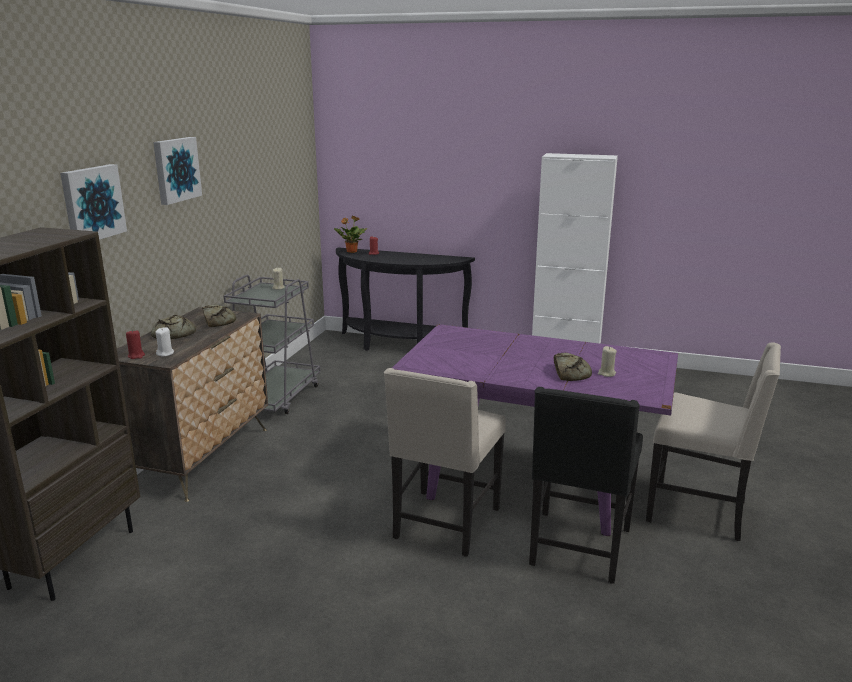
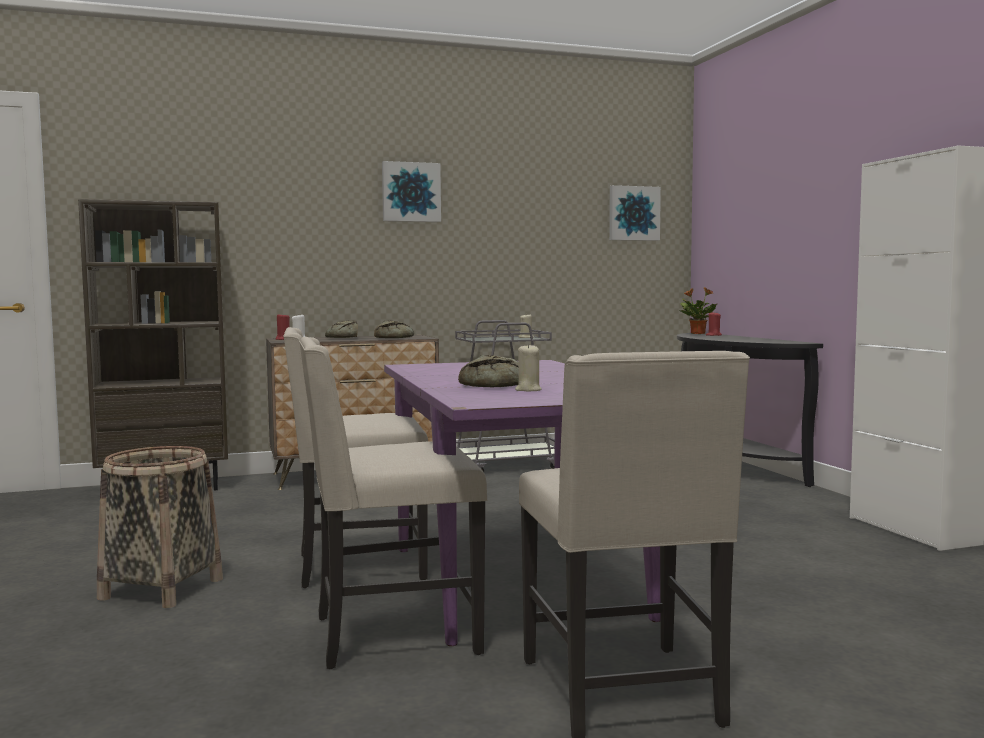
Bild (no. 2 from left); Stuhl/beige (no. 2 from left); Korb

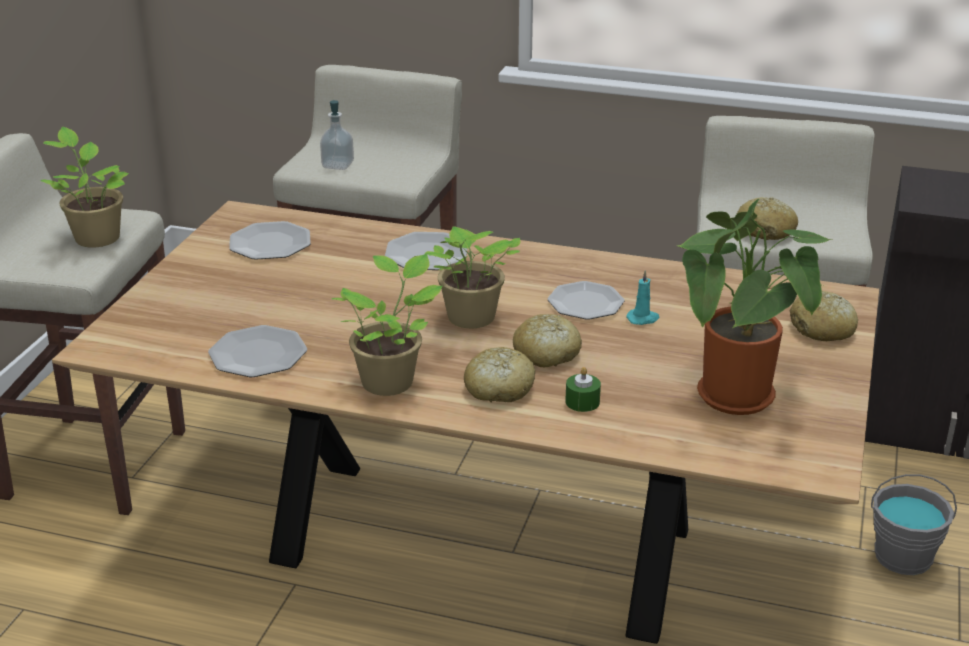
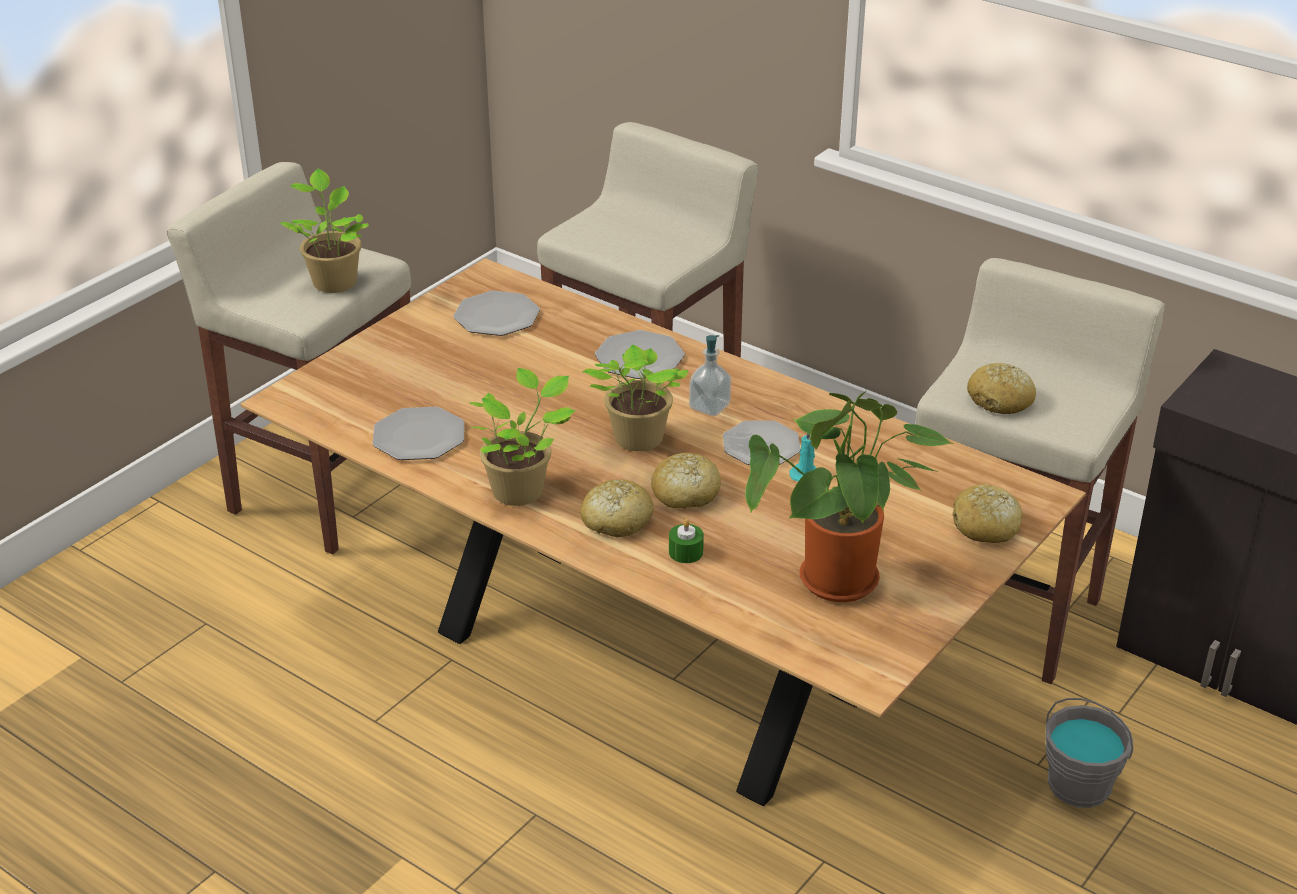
Seifenspender

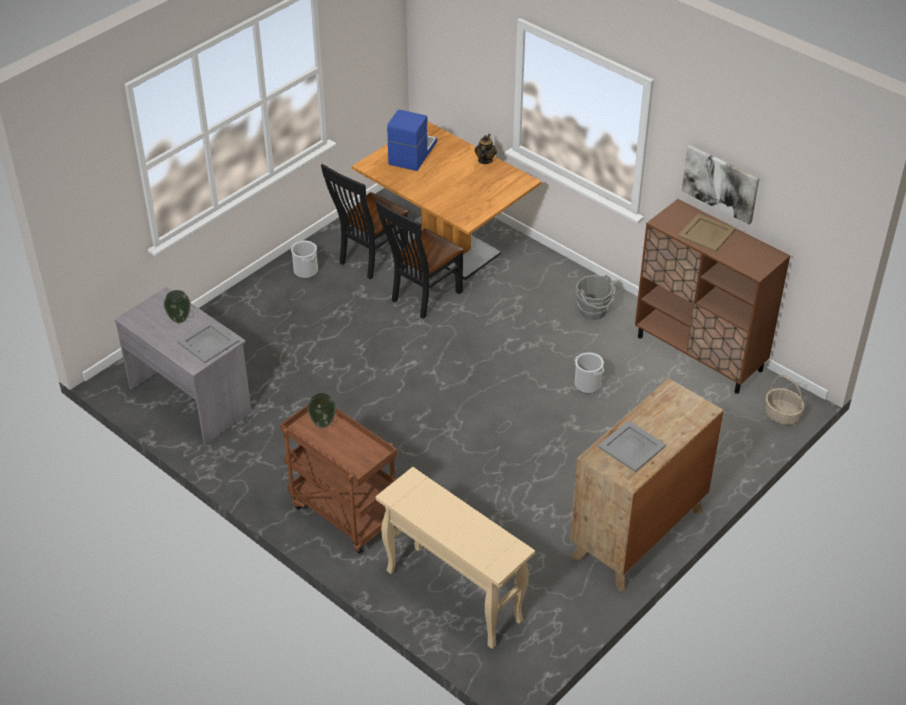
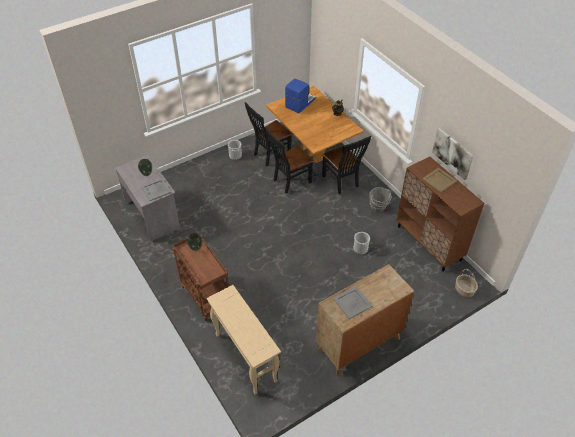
Stuhl/schwarz (no. 3 from left)

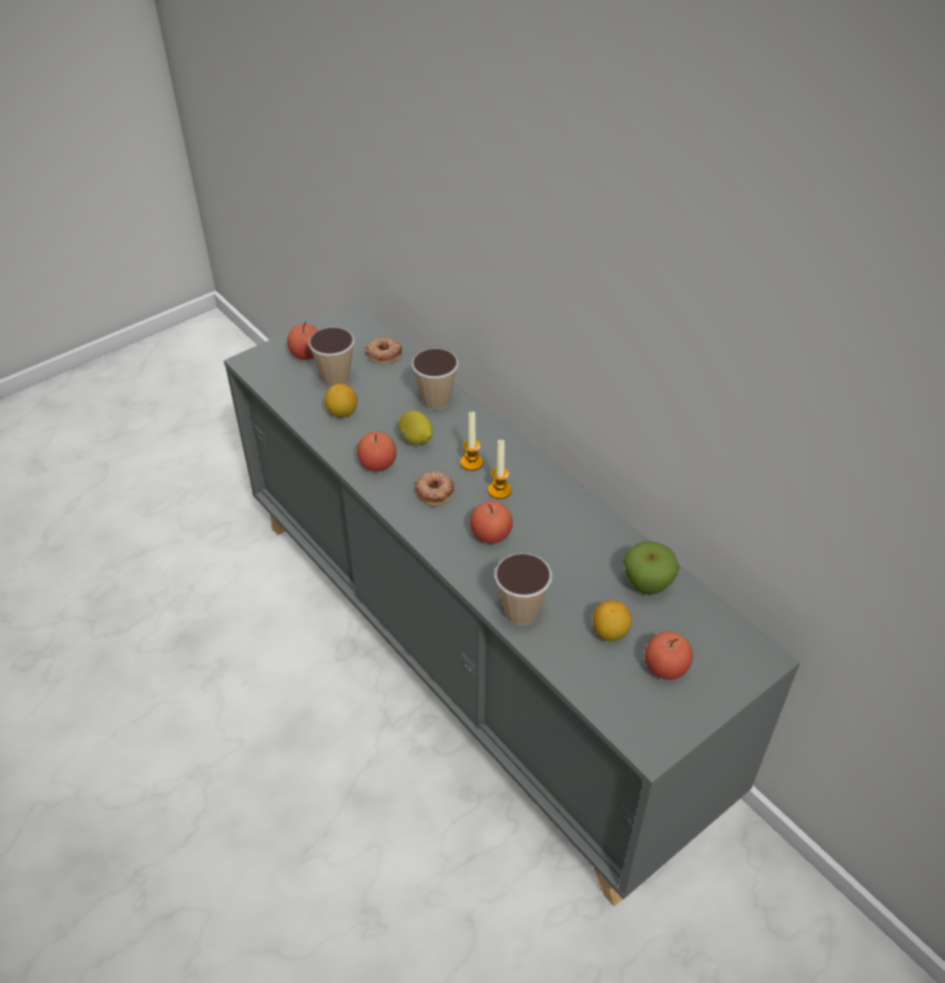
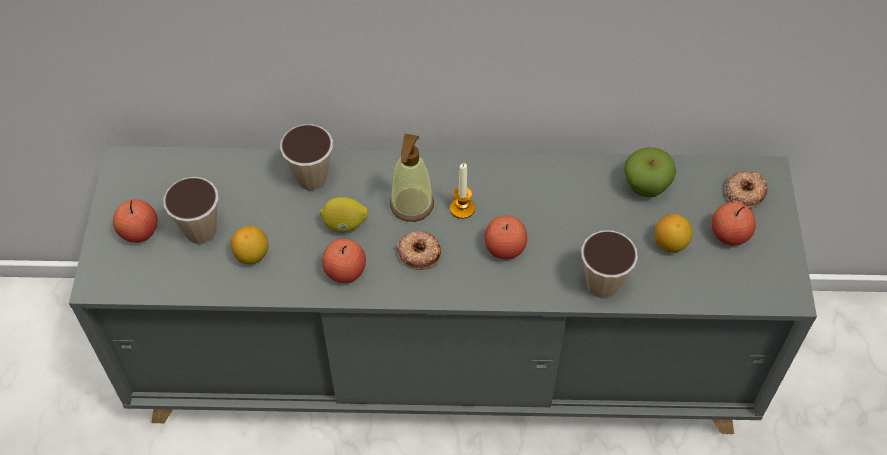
Donut (no. 2 from left); Seifenspender

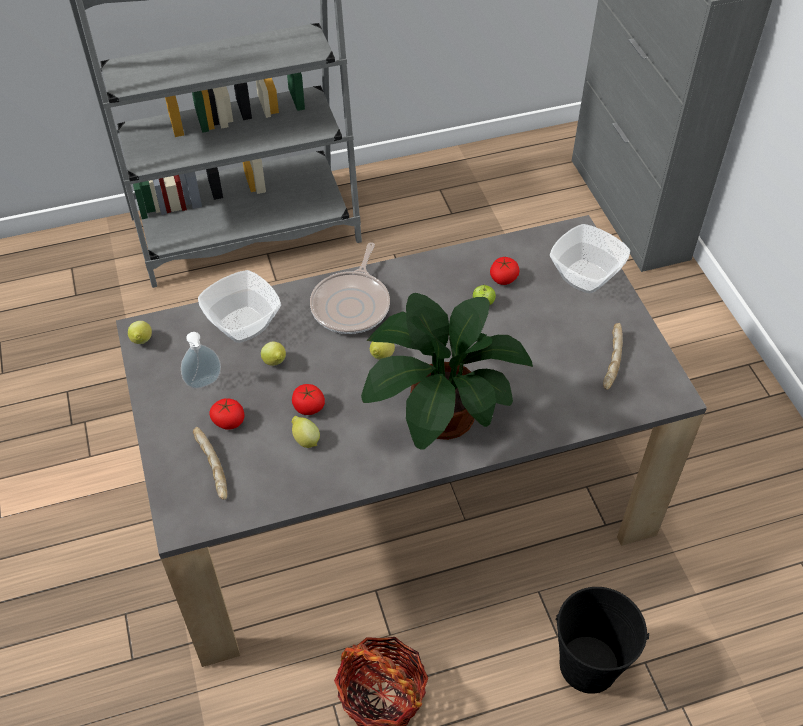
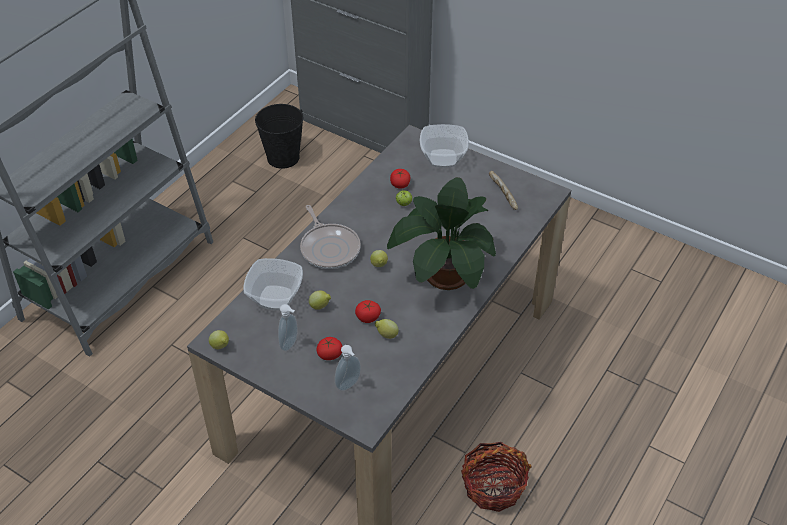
Seifenspender (no. 2 from left); Eimer/schwarz

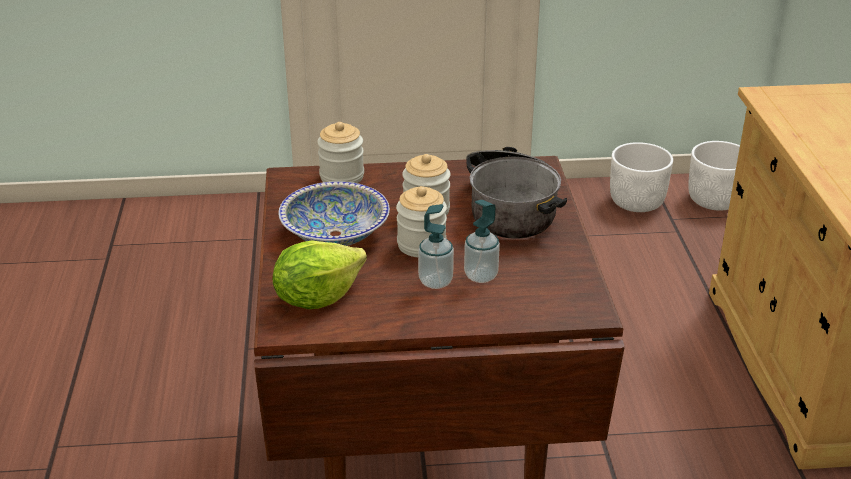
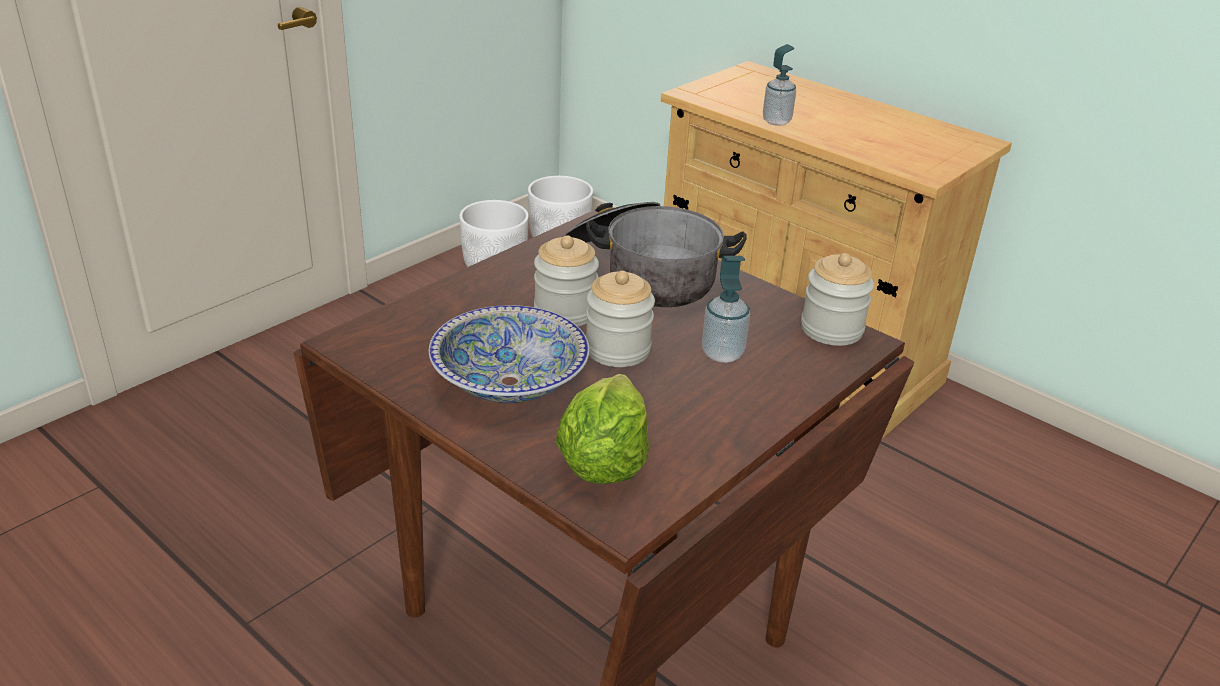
Vorratsglas (no. 3 from left); Seifenspender (no. 2 from left)

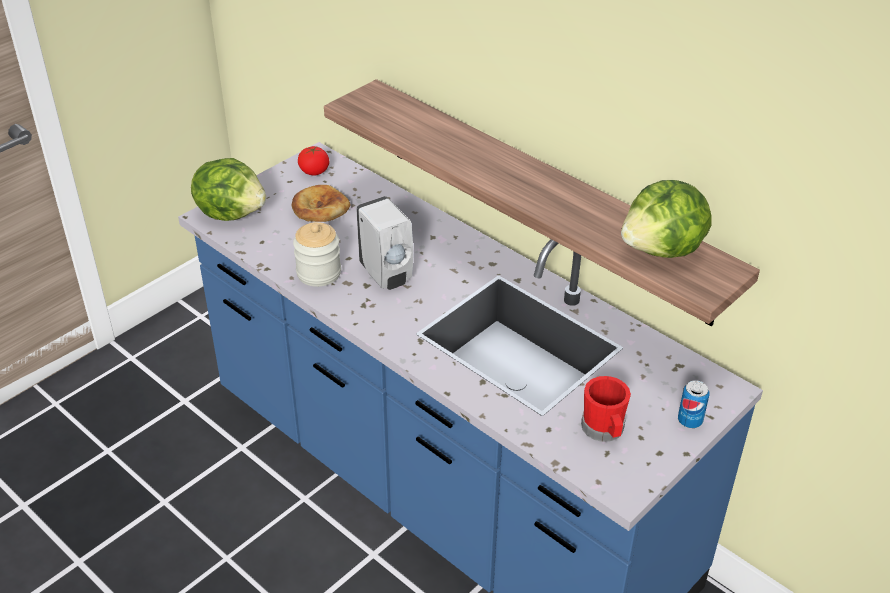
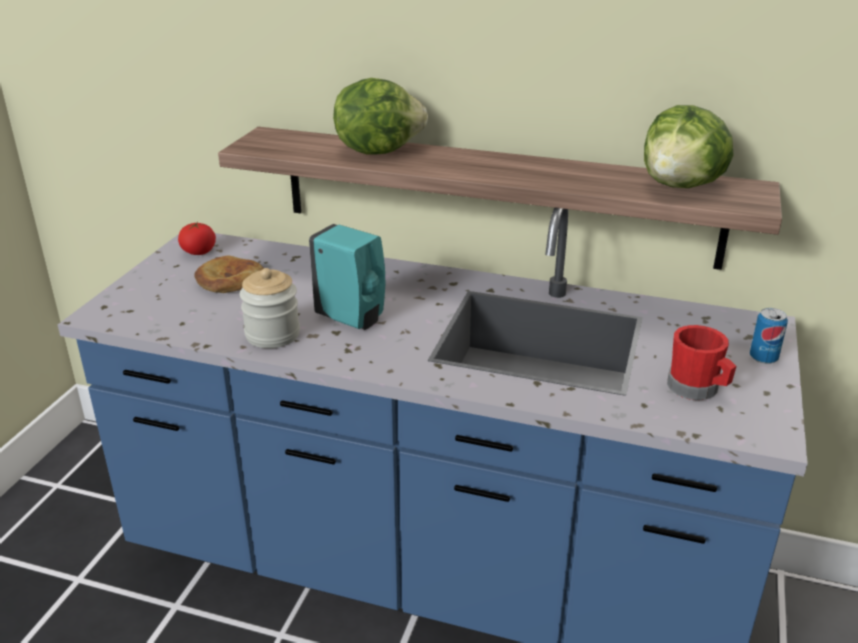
Salatkopf (no. 1 from left); Seifenspender/türkis

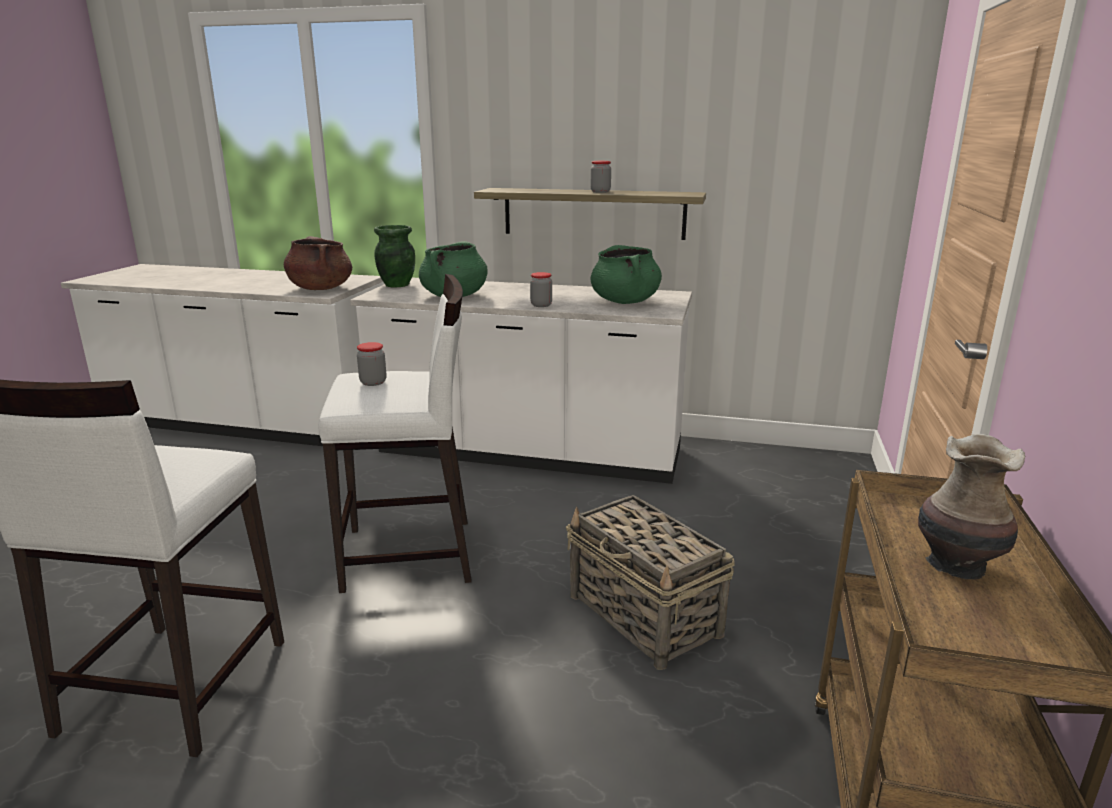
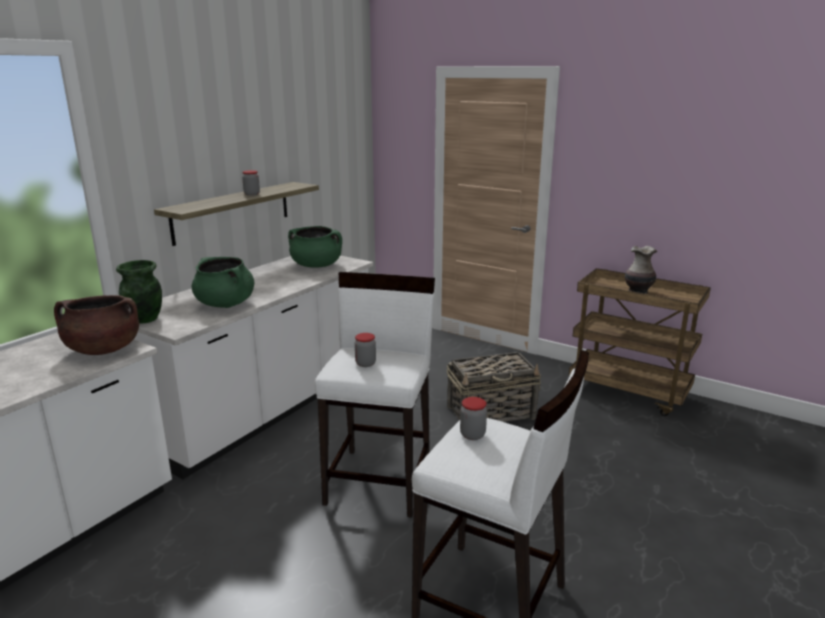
Vorratsglas (no. 3 from left)

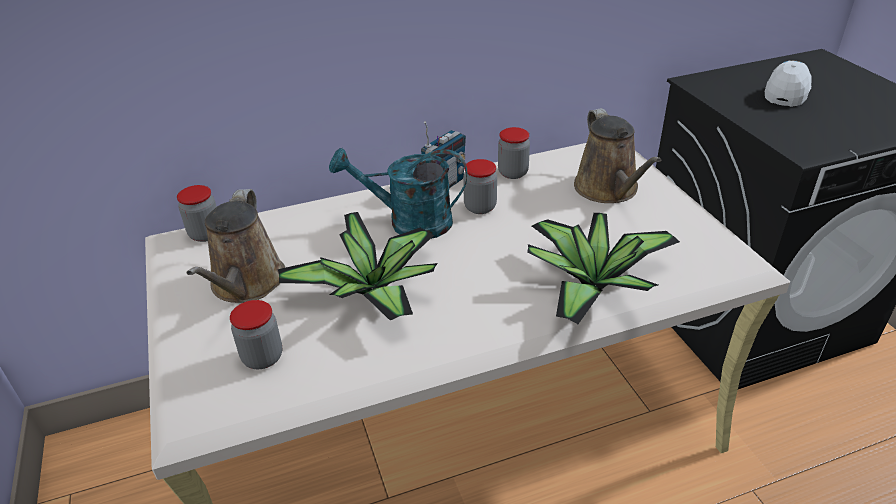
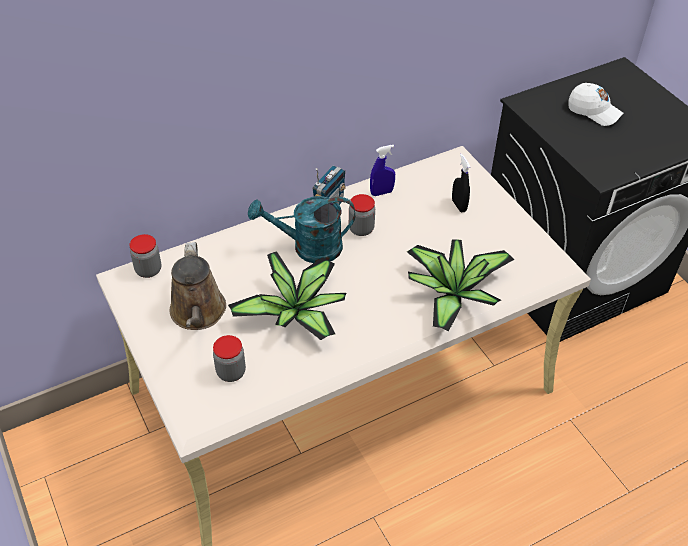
Sprühflasche/blau; Sprühflasche/schwarz; Kappe/weiß

